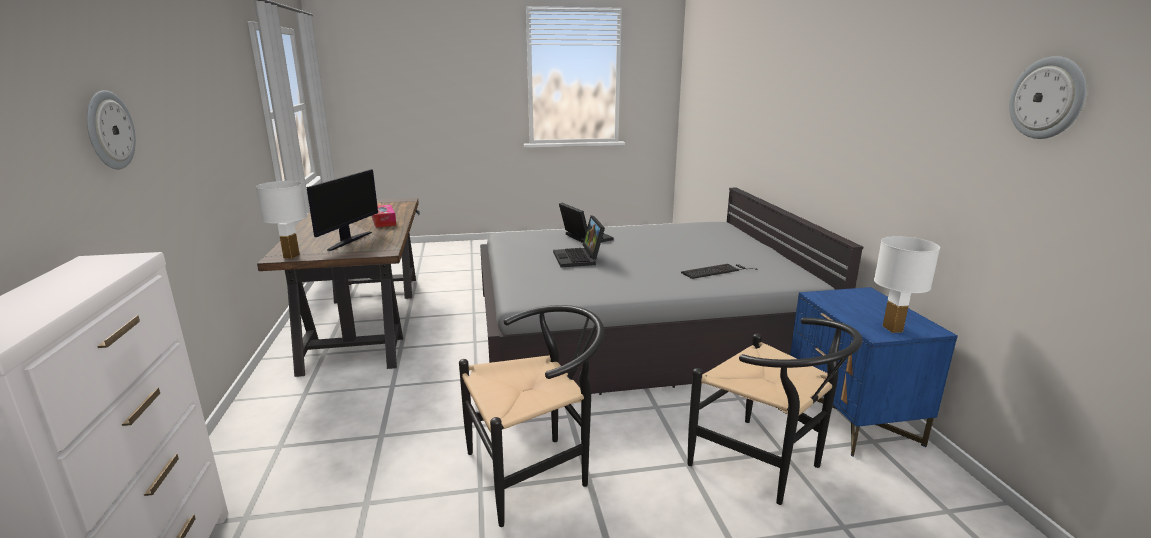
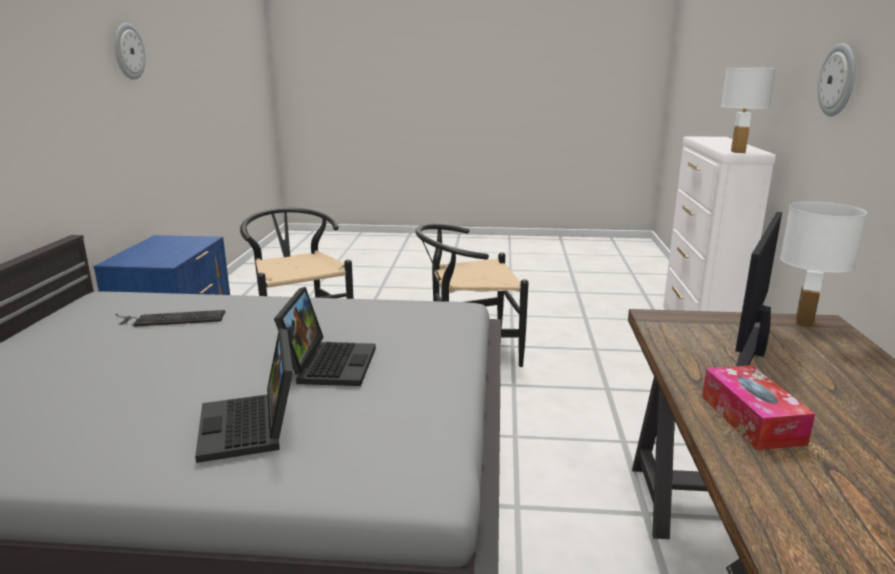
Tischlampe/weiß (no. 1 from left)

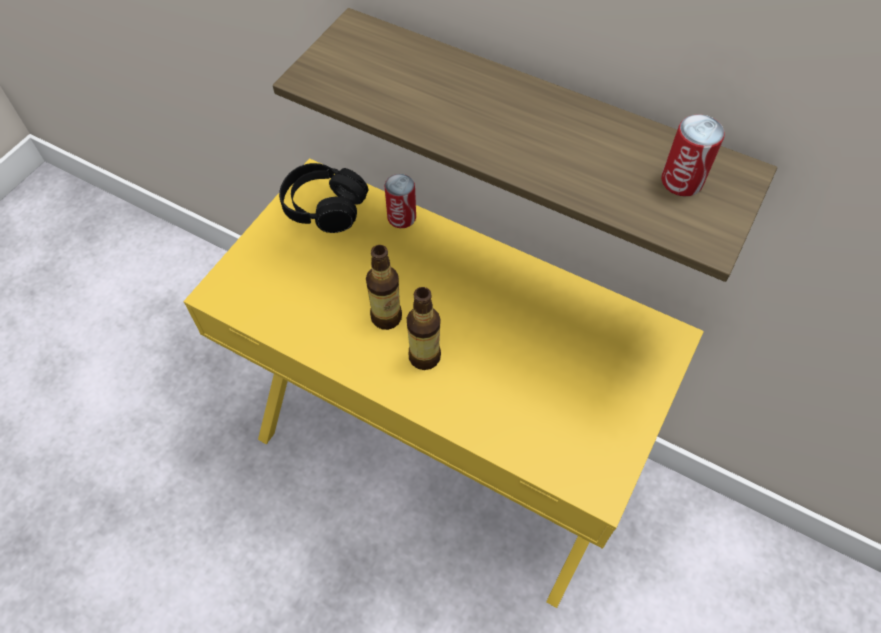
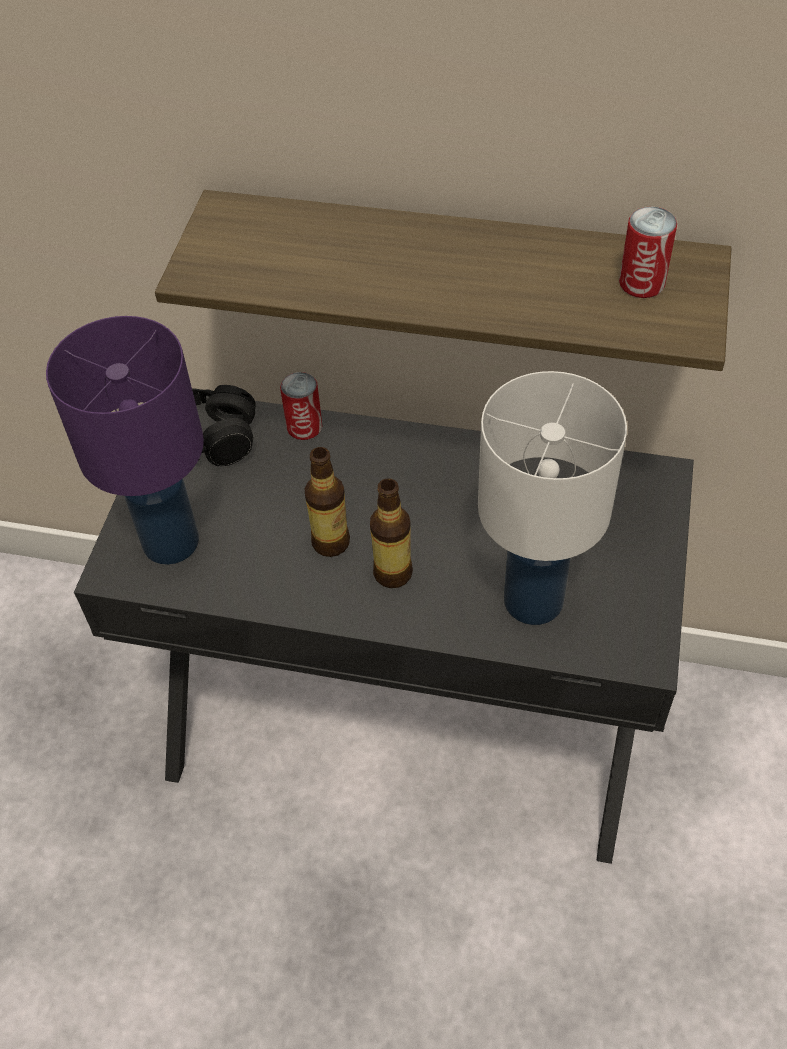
Schreibtisch/schwarz; Tischlampe/lila; Tischlampe/weiß

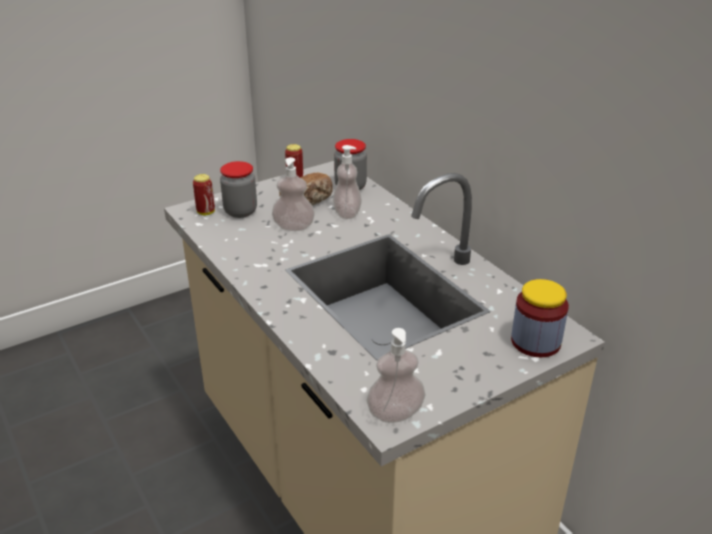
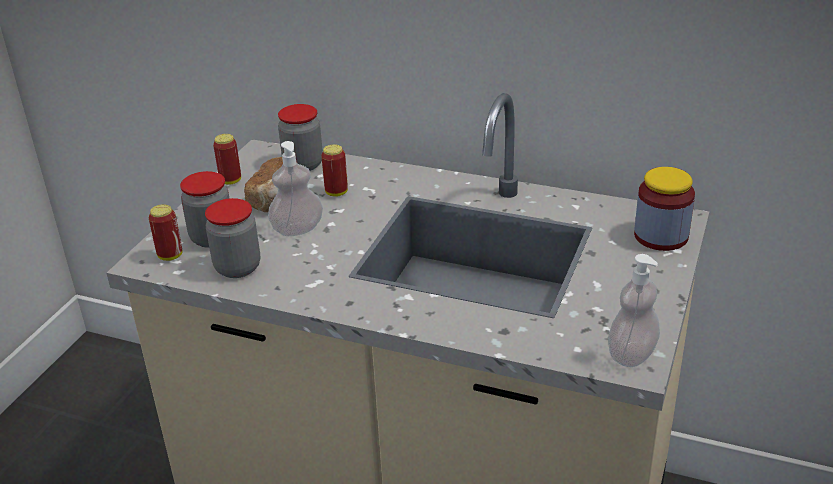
Dose (no. 3 from left); Vorratsglas (no. 2 from left)

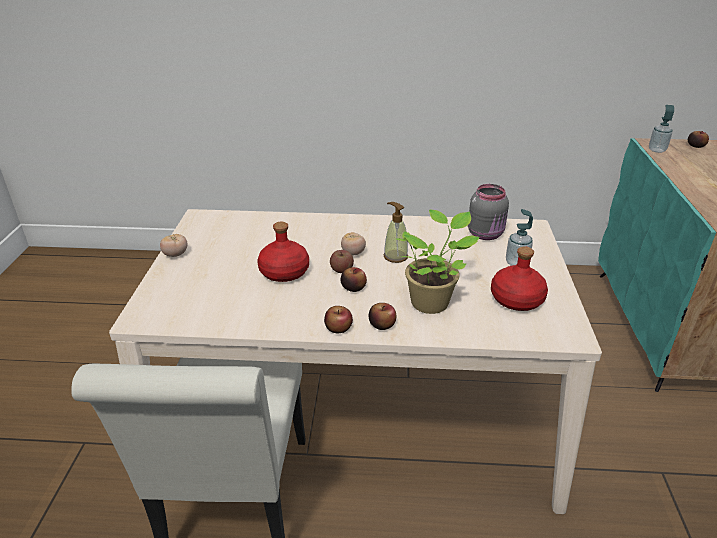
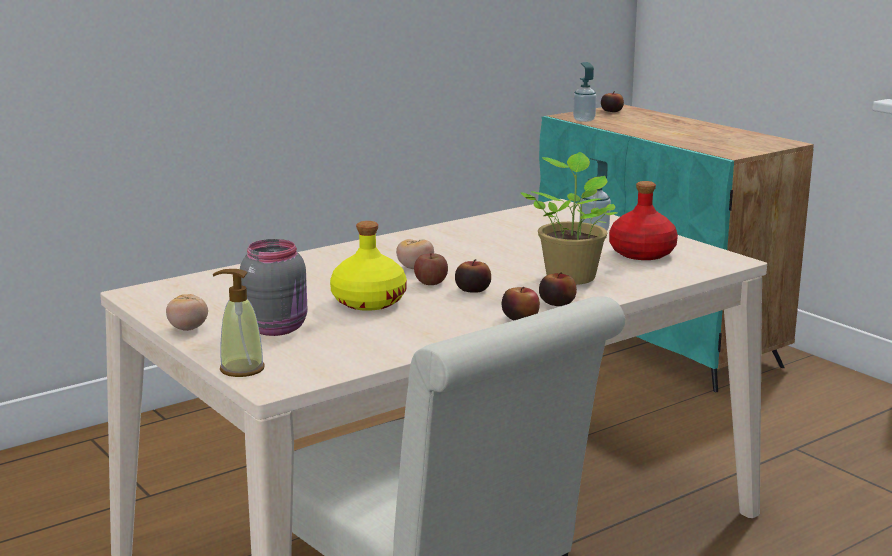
Flasche/gelb; Seifenspender (no. 1 from left); Vorratsglas/grau

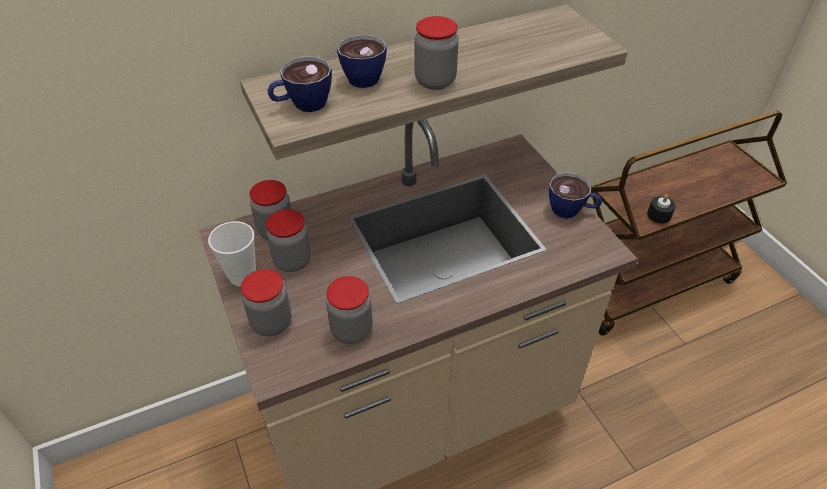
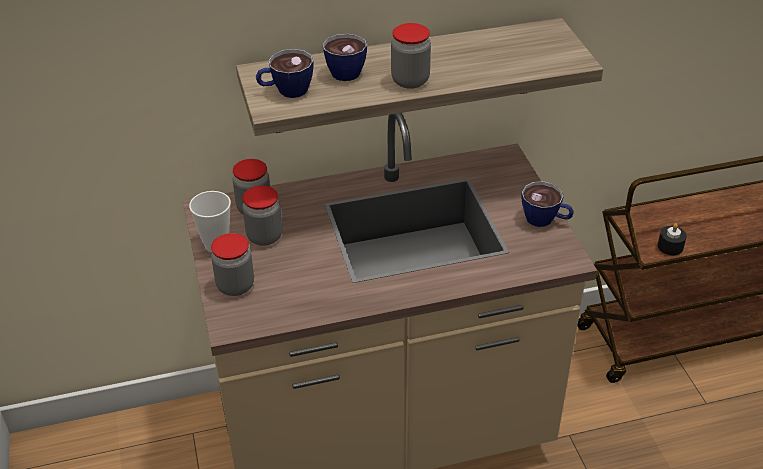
Vorratsglas (no. 4 from left in the first image)

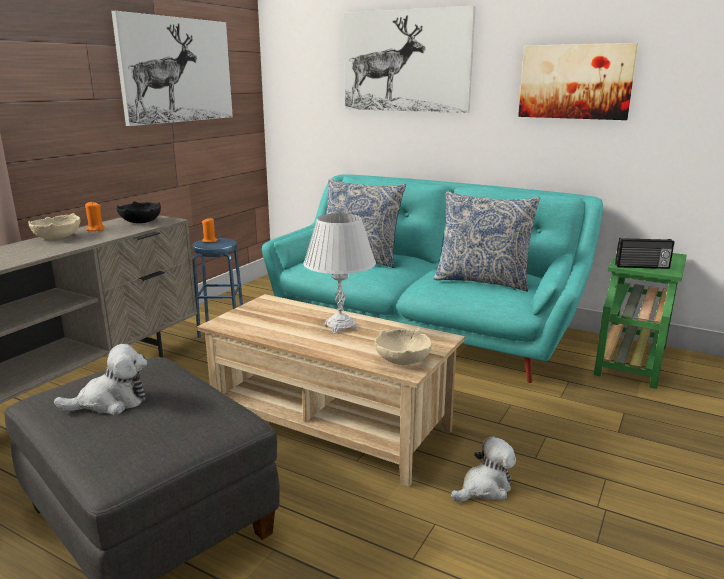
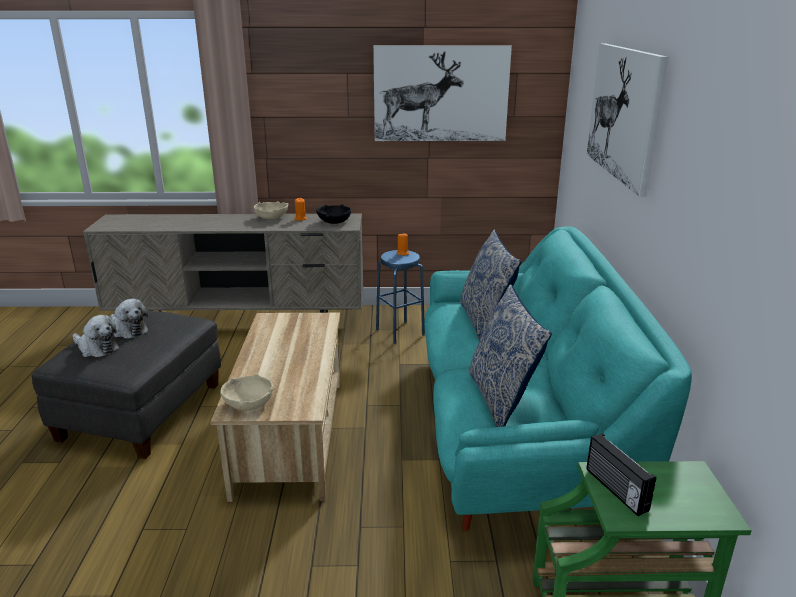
Tischlampe/weiß; Plüschtier (no. 1 from left); Bild (no. 3 from left in the first image)

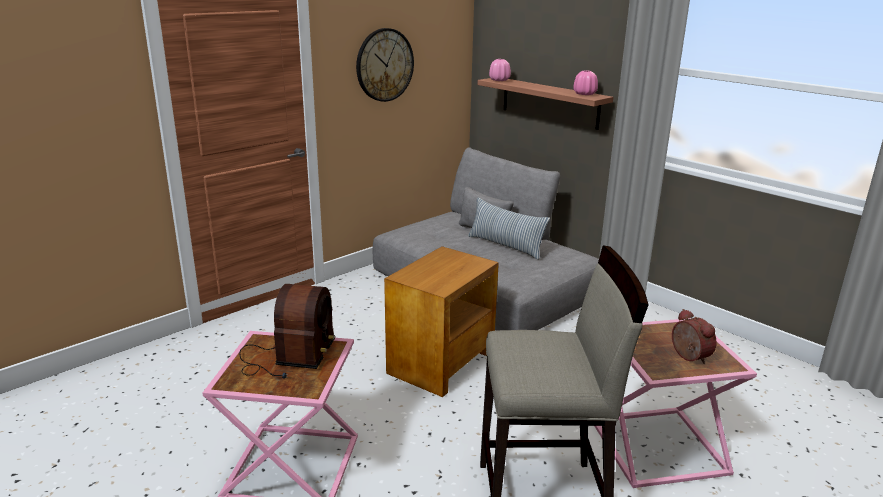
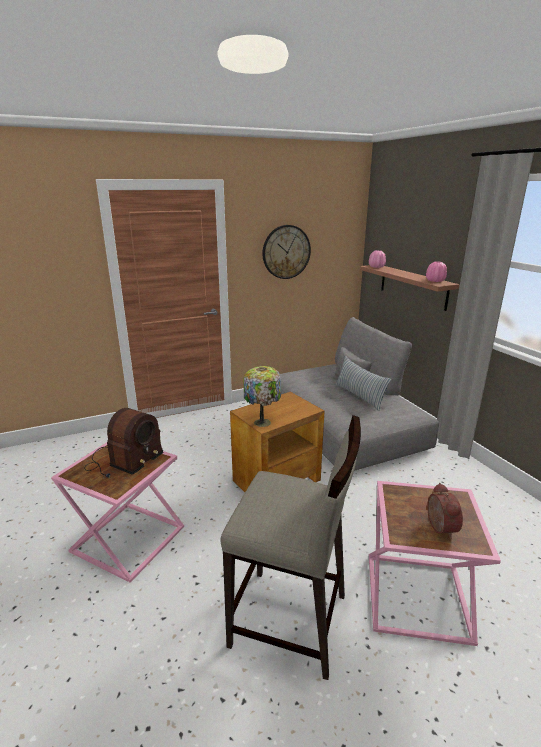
Tischlampe

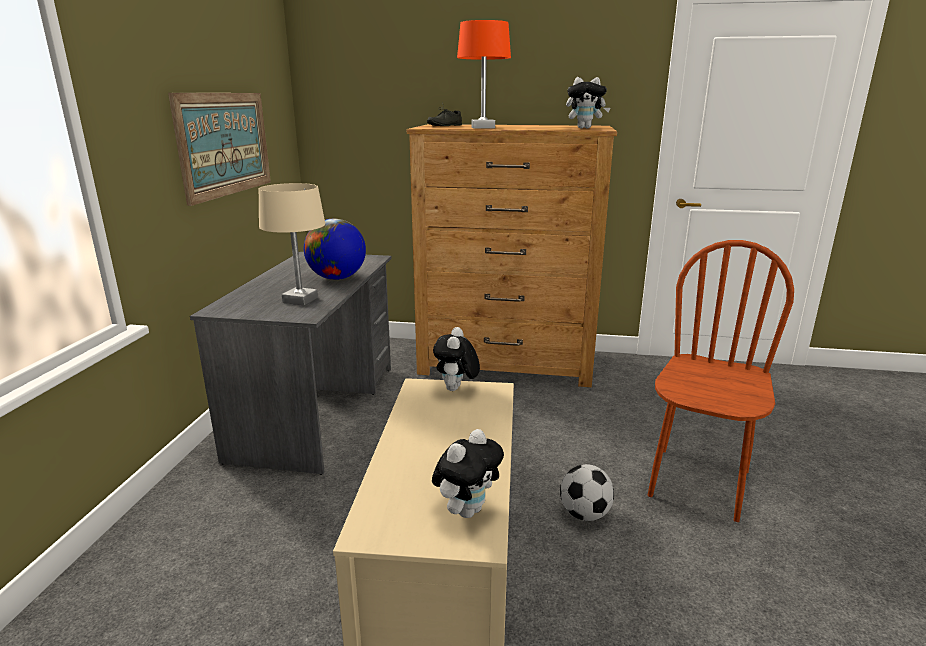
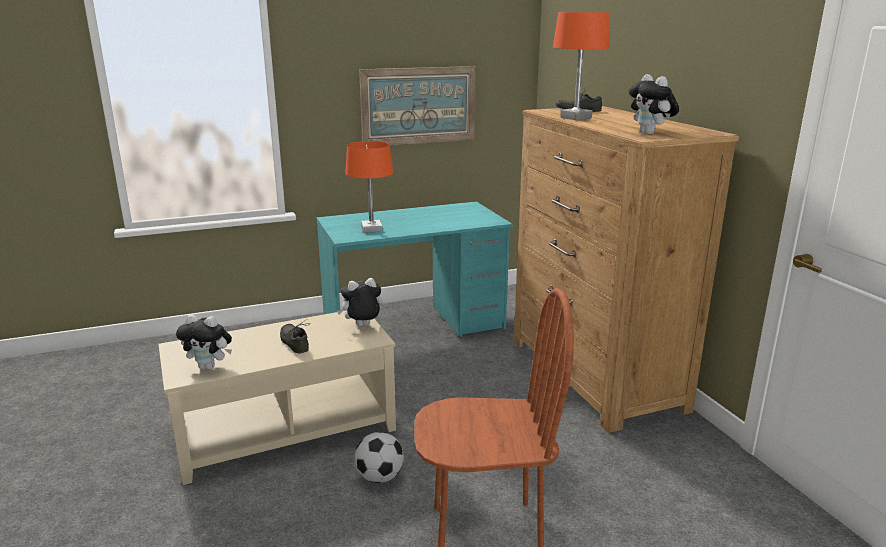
Schreibtisch/türkis; Tischlampe/orange (no. 1 from left); Globus; Schuh/grau (no. 1 from left)

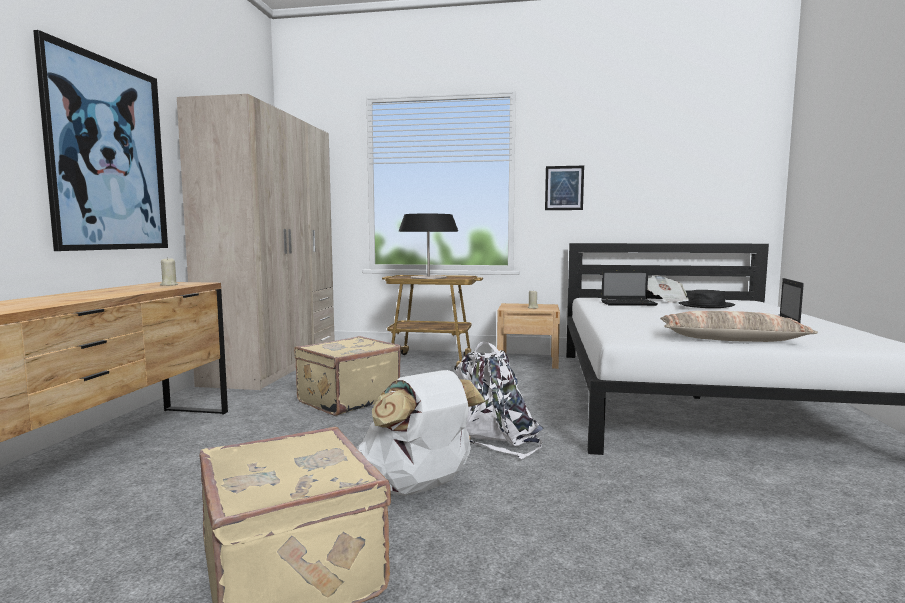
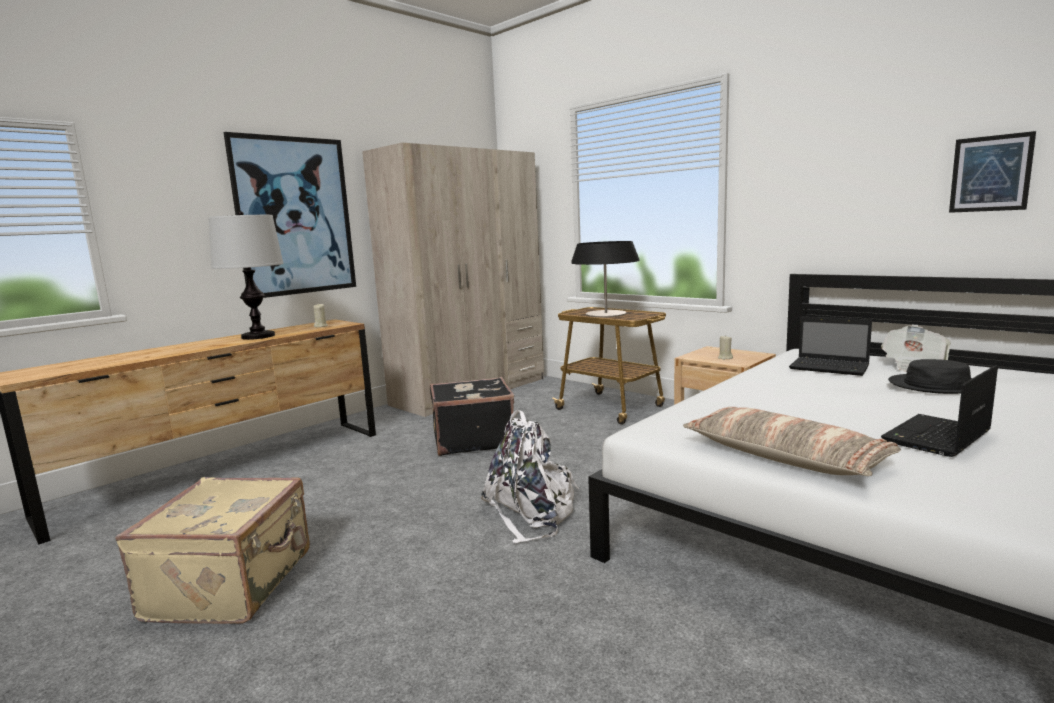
Koffer/schwarz; Rucksack/weiß (no. 1 from left in the first image); Bild (no. 2 from left); Tischlampe (no. 1 from left)

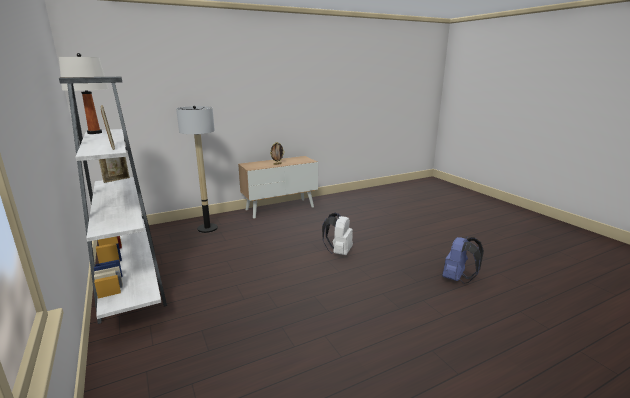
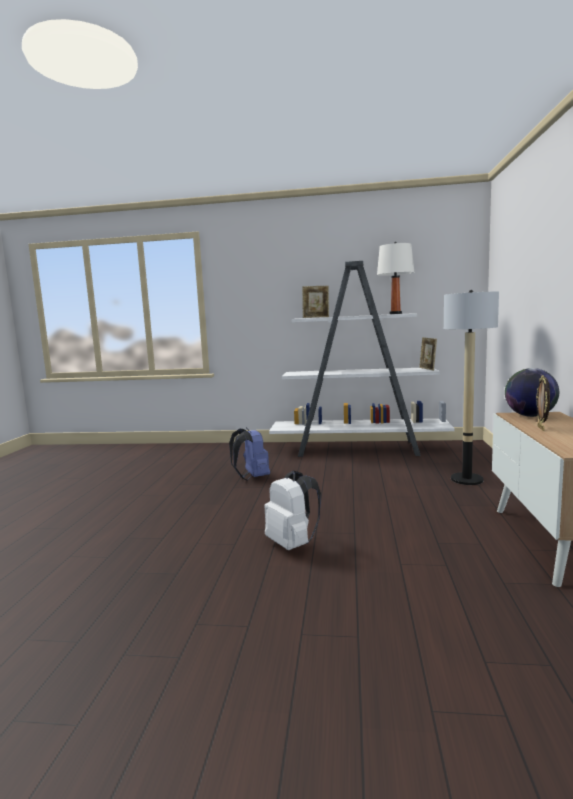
Rucksack/blau; Globus

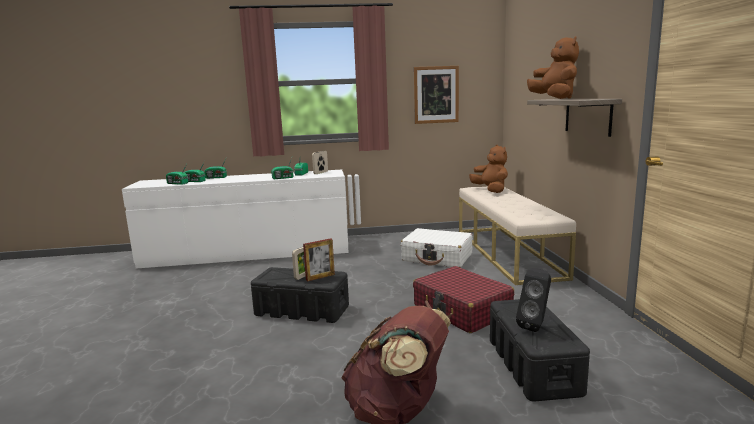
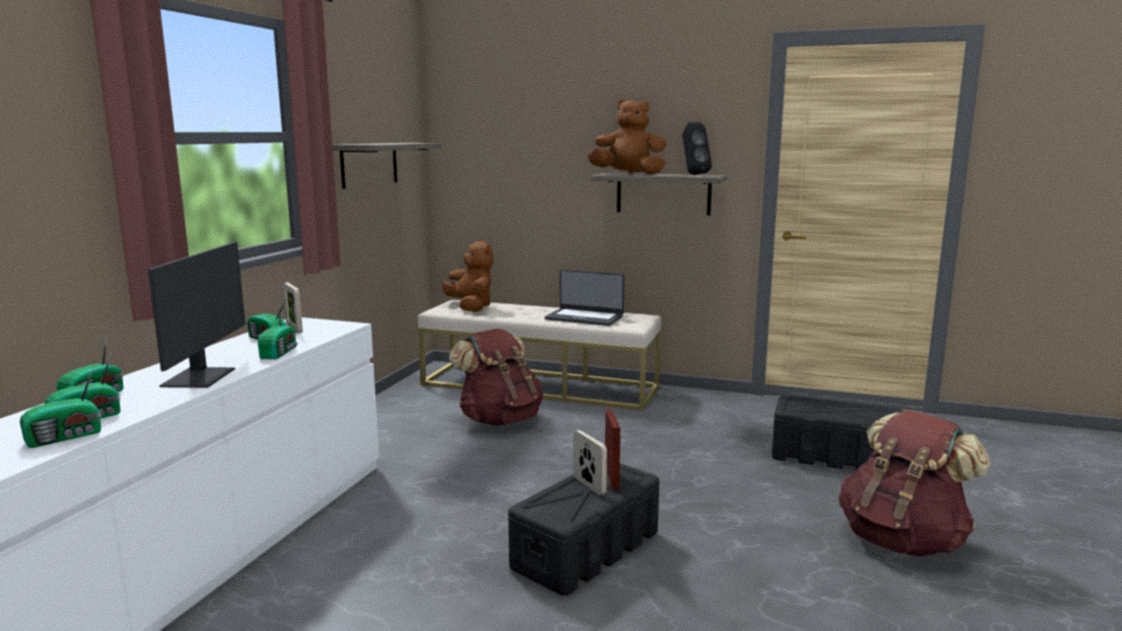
Rucksack/braun (no. 1 from left); Koffer/rot; Wandregal (no. 1 from left); Plüschtier/braun (no. 1 from left); Lautsprecher/schwarz; Monitor; Laptop

